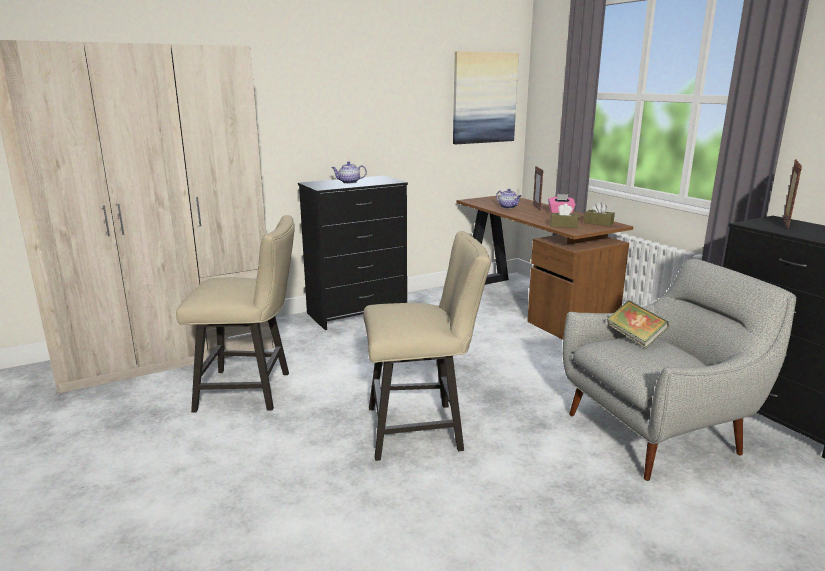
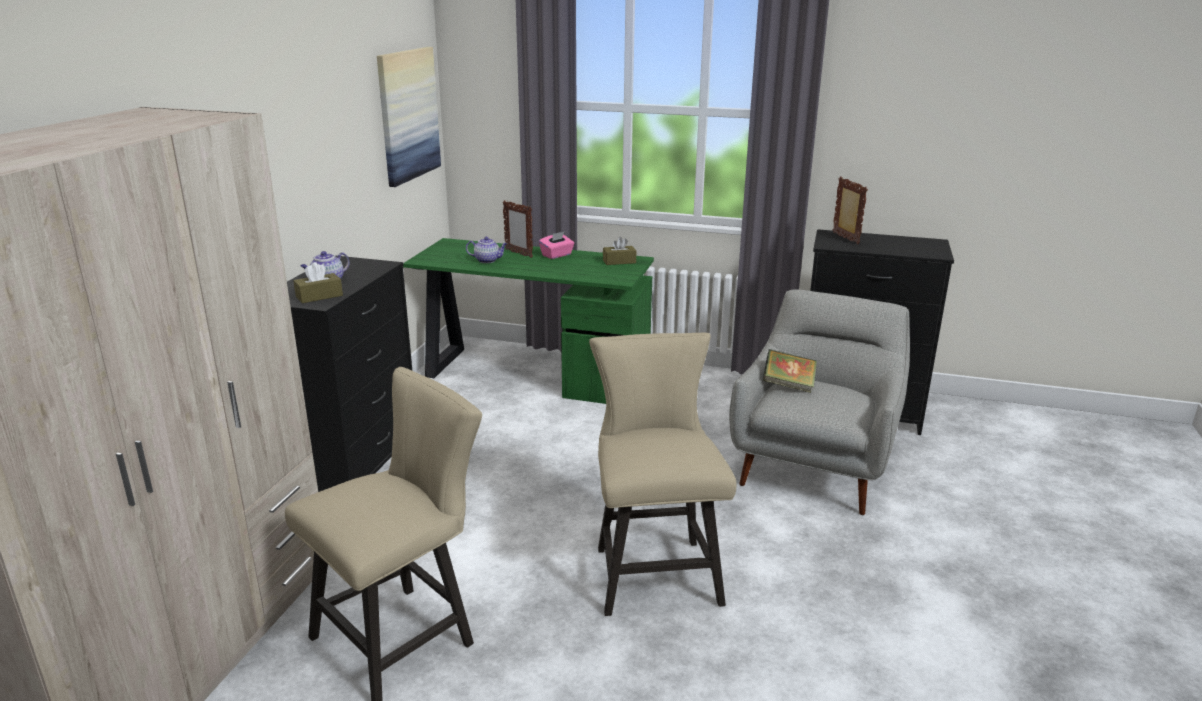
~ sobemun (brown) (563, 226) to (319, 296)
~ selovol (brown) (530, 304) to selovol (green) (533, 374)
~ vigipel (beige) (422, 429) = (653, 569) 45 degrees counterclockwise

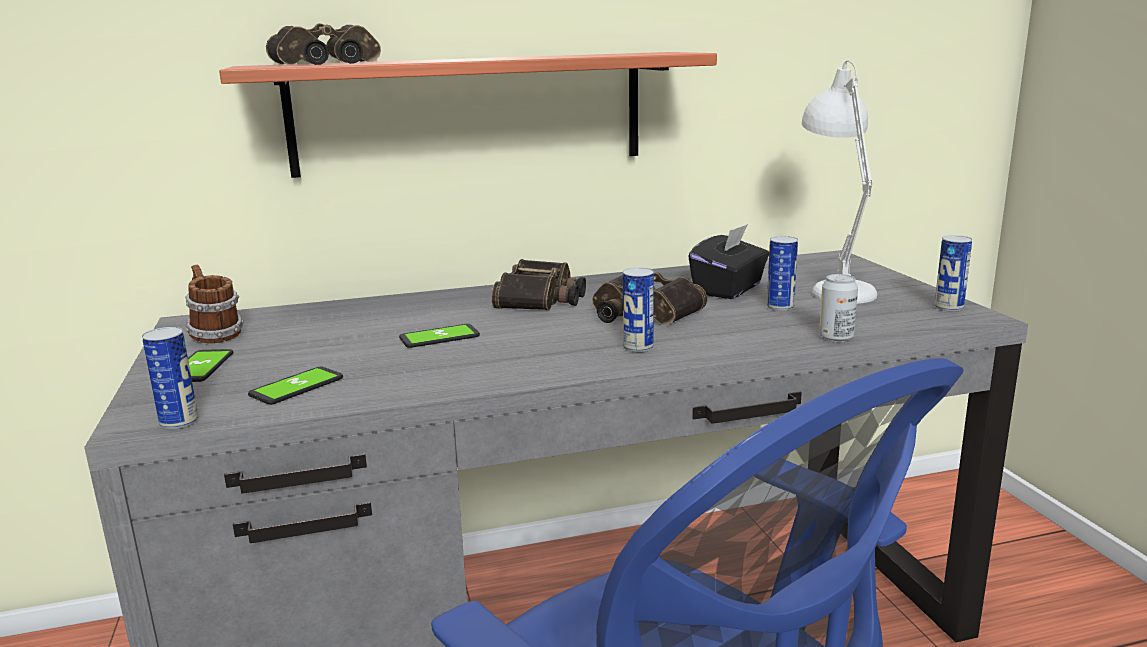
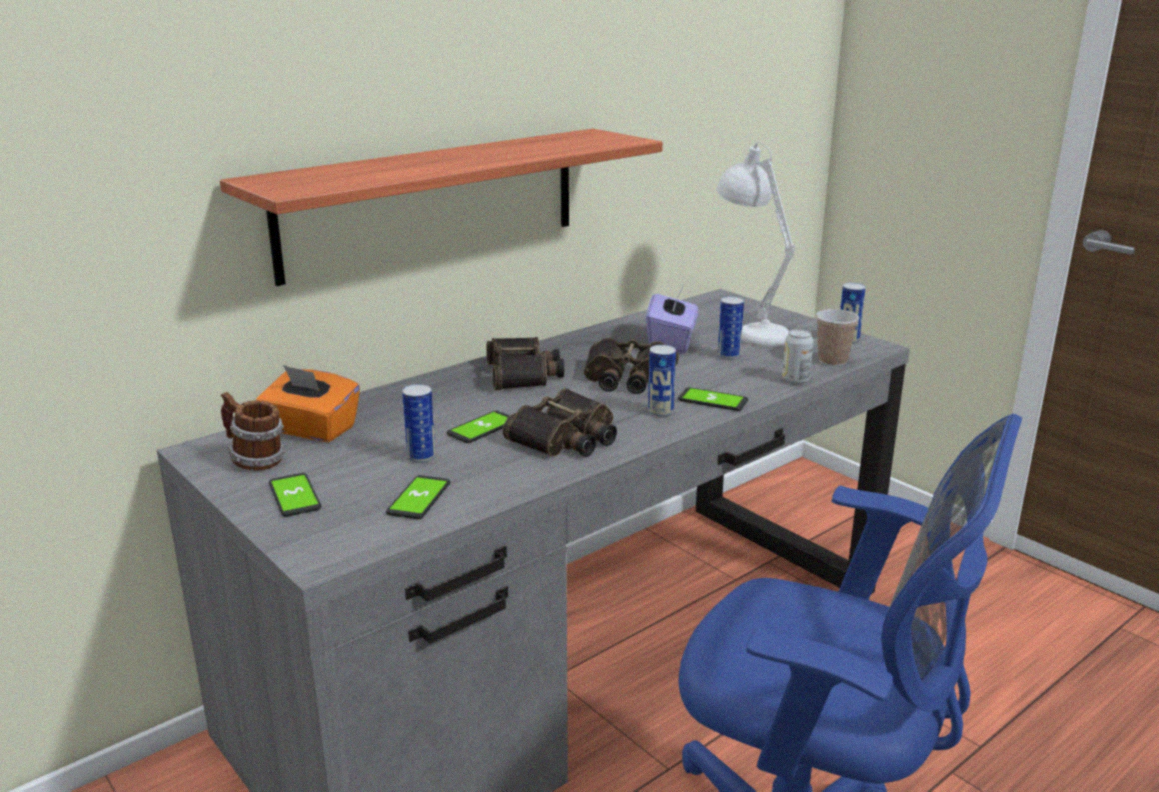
+ sobemun (orange) (311, 430)
~ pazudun (179, 422) to (421, 457)
~ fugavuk (327, 63) to (566, 438)
~ sobemun (black) (729, 289) to sobemun (purple) (671, 343)
+ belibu (712, 400)
+ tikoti (832, 361)

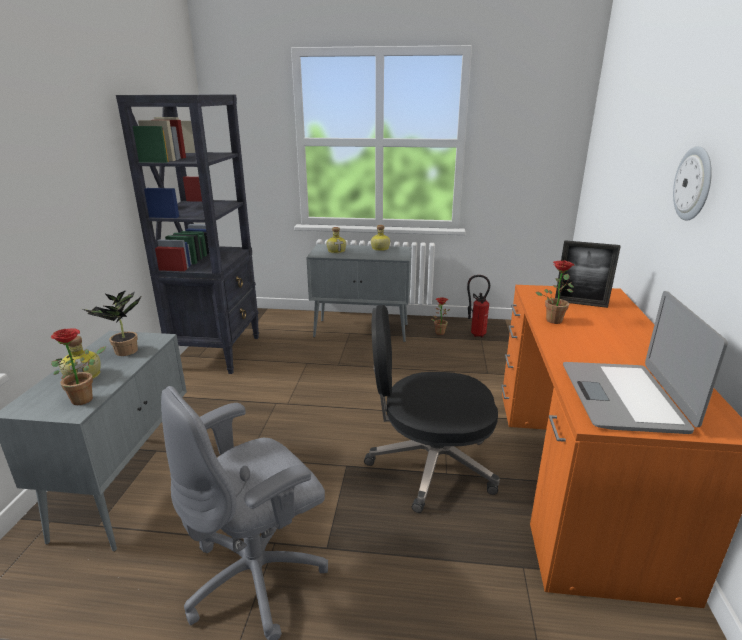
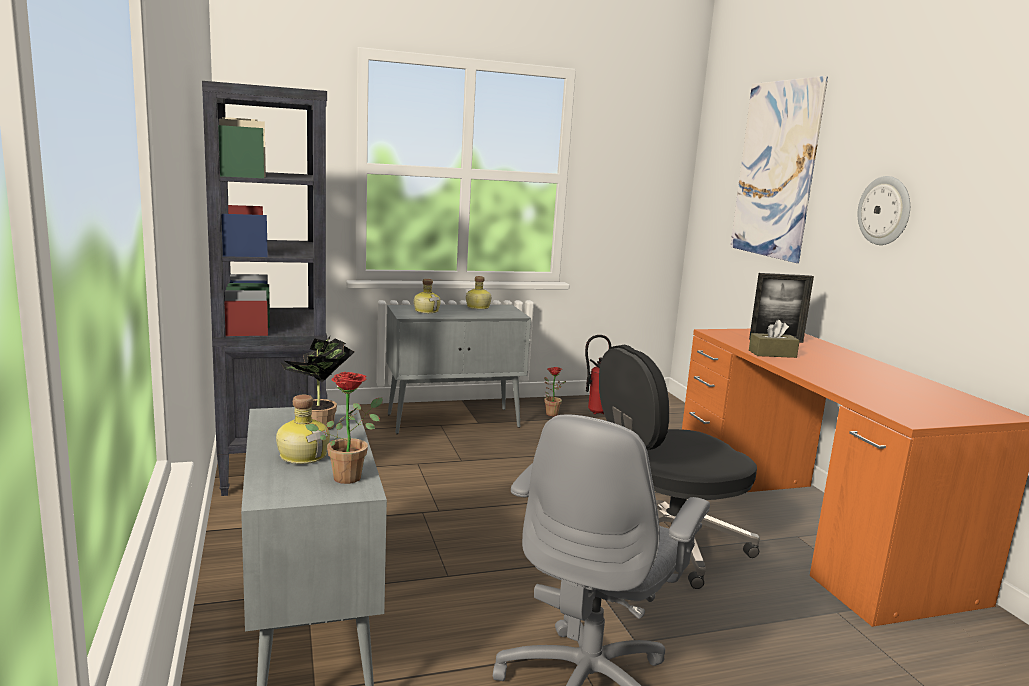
+ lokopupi (775, 169)
~ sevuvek (553, 319) to sobemun (brown) (772, 354)
- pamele (624, 397)

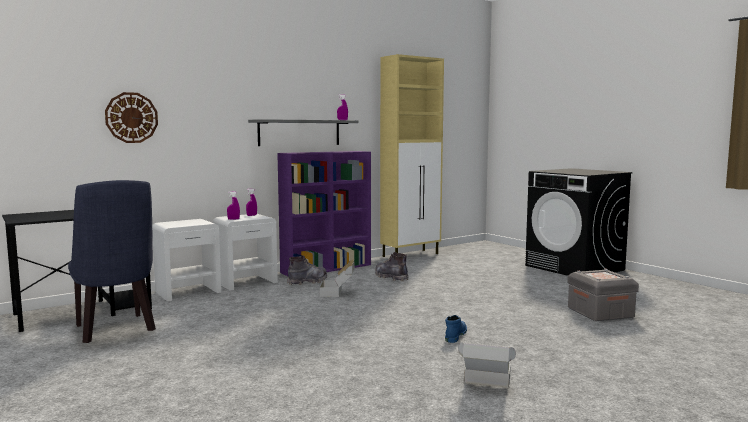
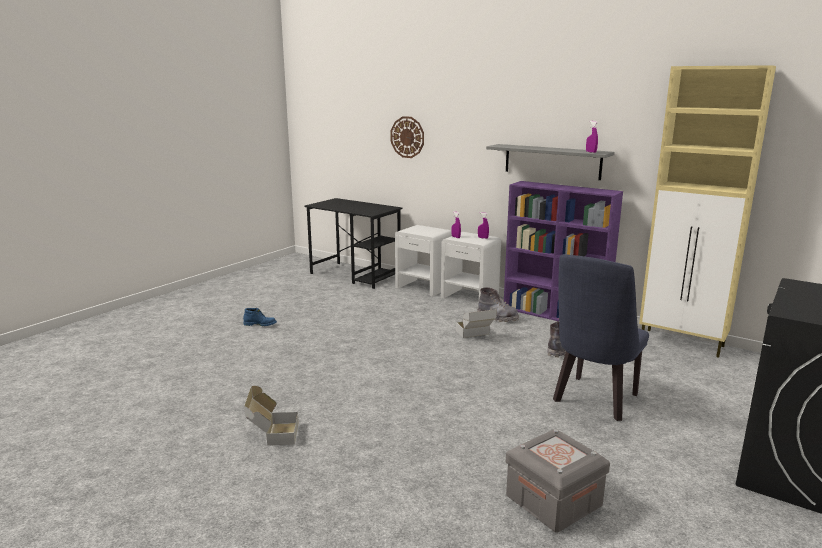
~ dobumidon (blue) (455, 335) to (260, 324)
~ vigipel (blue) (116, 330) to (593, 401)

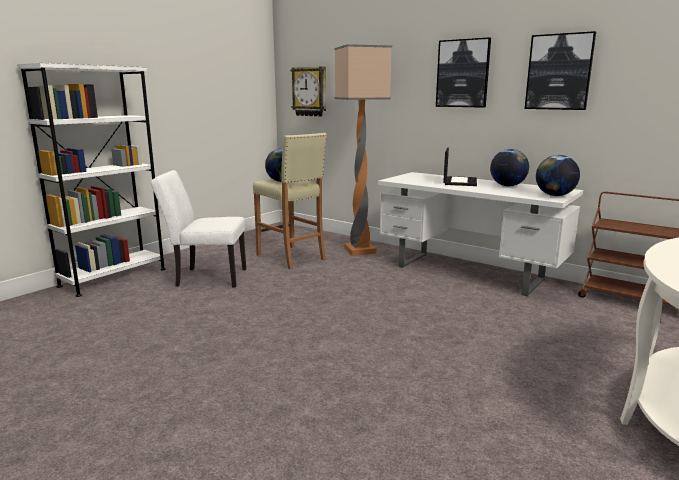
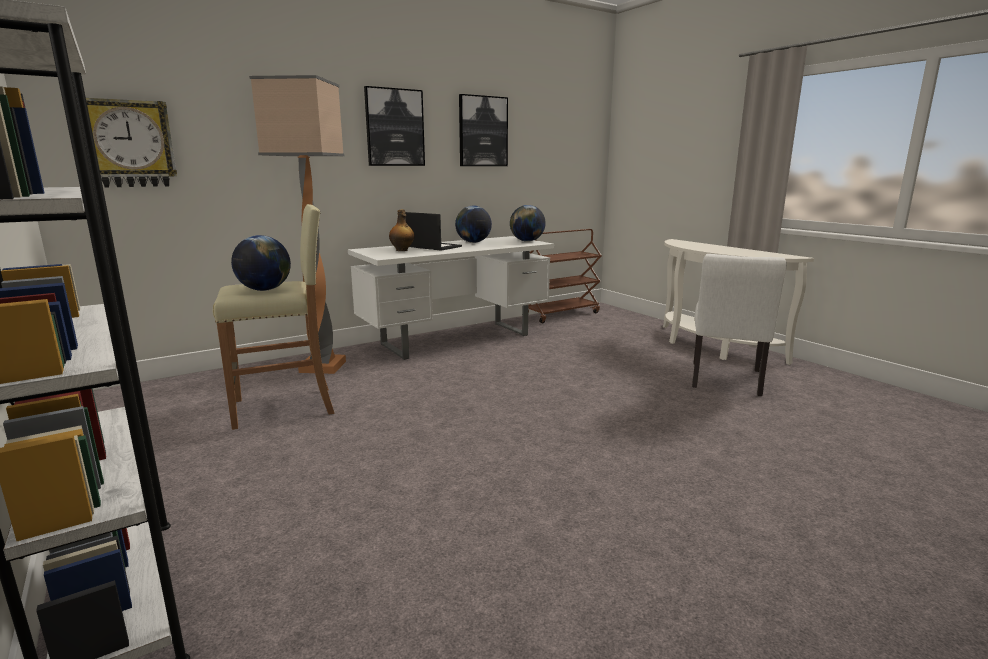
+ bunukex (402, 250)
~ vigipel (white) (206, 277) to (725, 381)

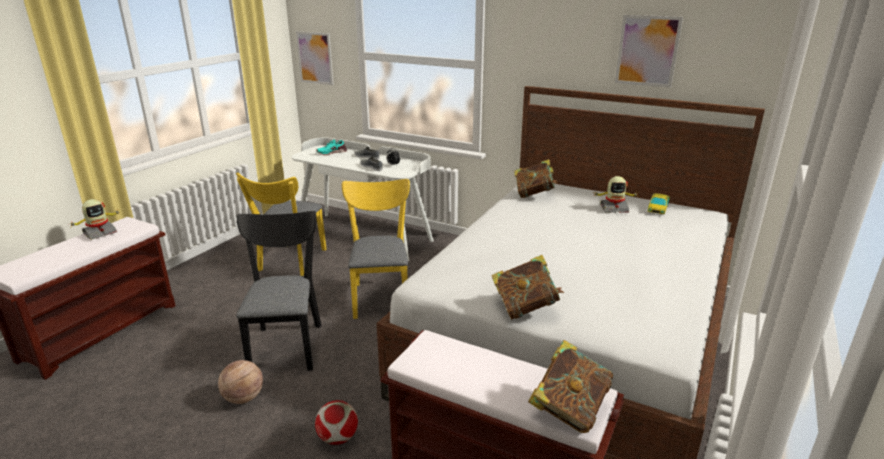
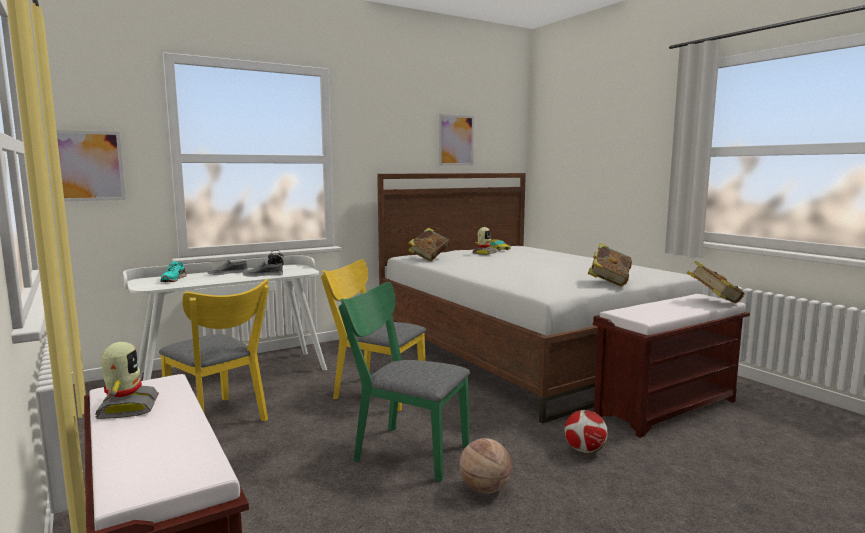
~ vigipel (black) (287, 343) to vigipel (green) (404, 450)

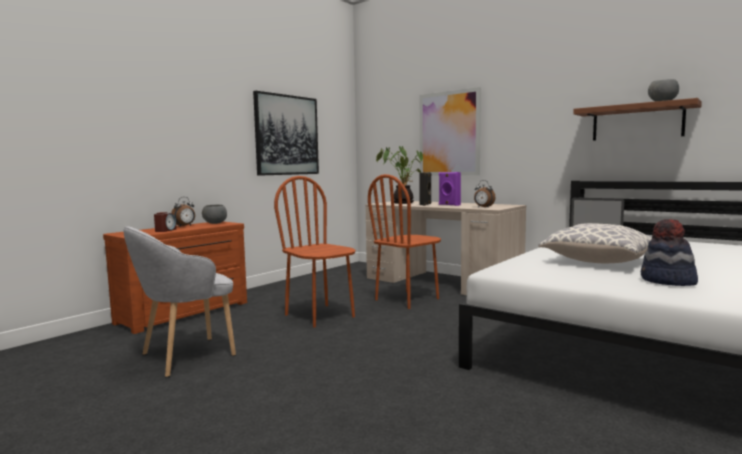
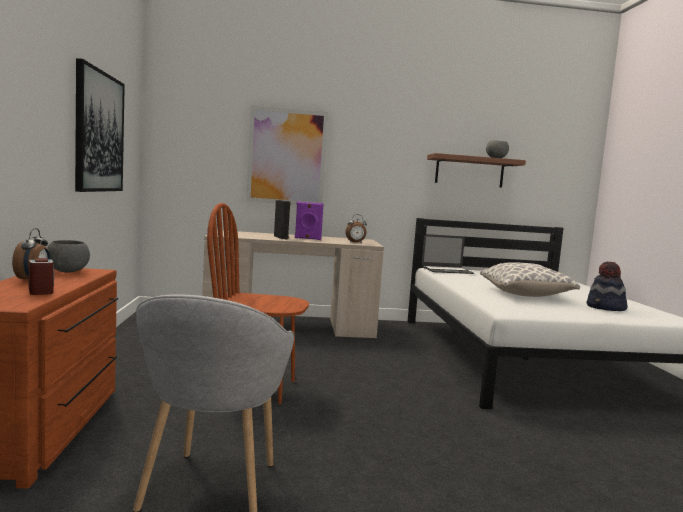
- vigipel (brown) (407, 299)
- sevuvek (402, 202)

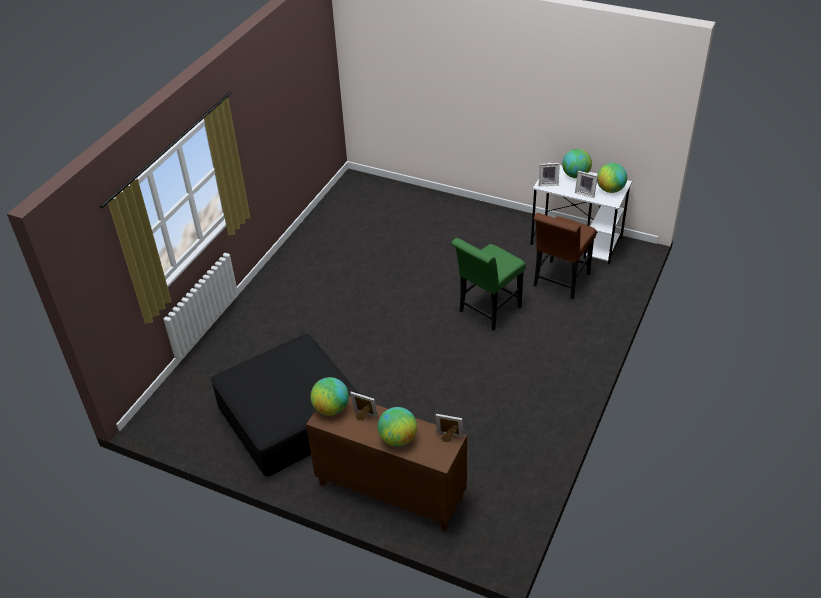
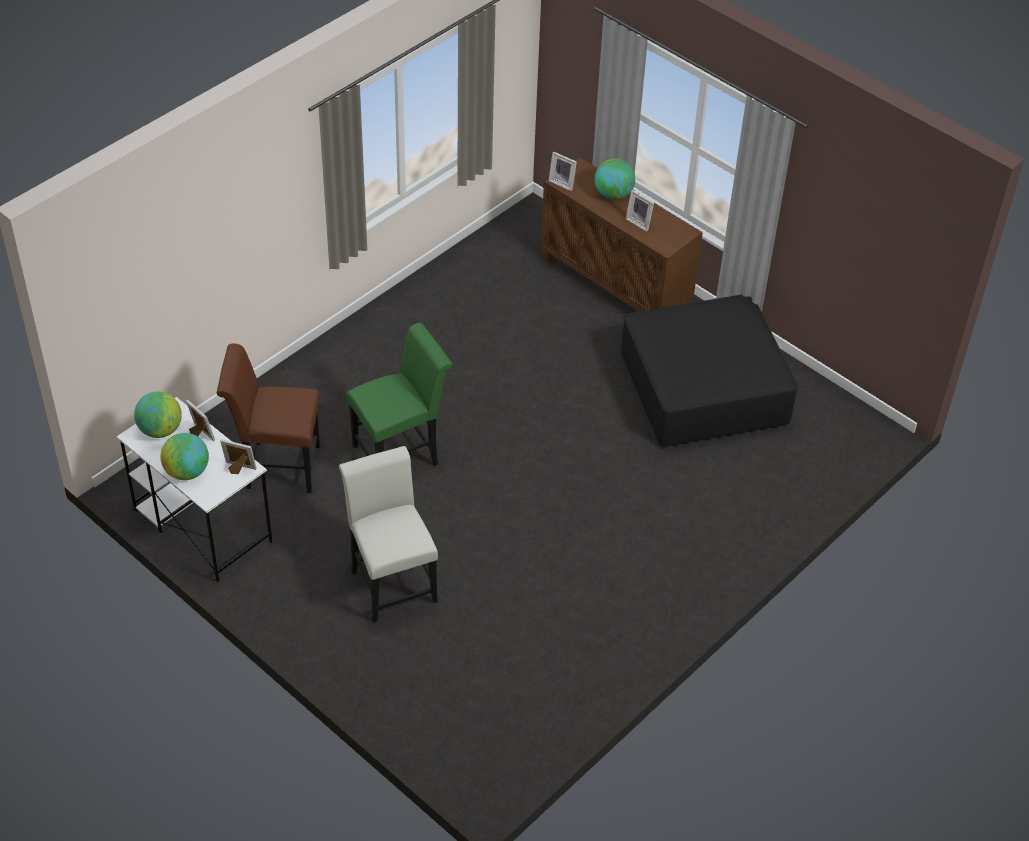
~ vigipel (brown) (559, 282) = (276, 466) 135 degrees counterclockwise
+ vigipel (white) (391, 581)
- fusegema (331, 409)

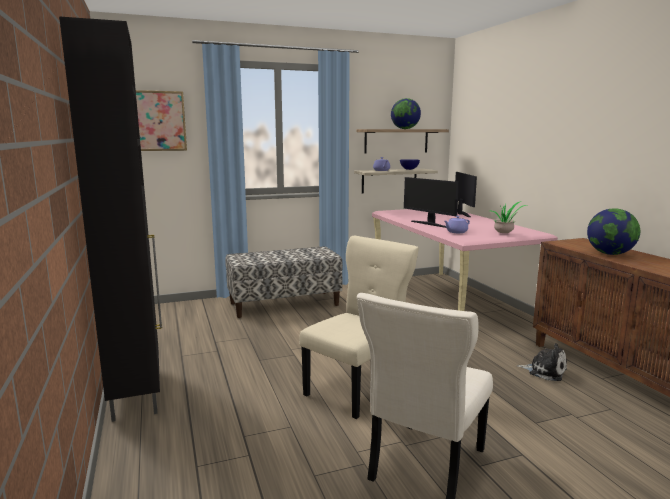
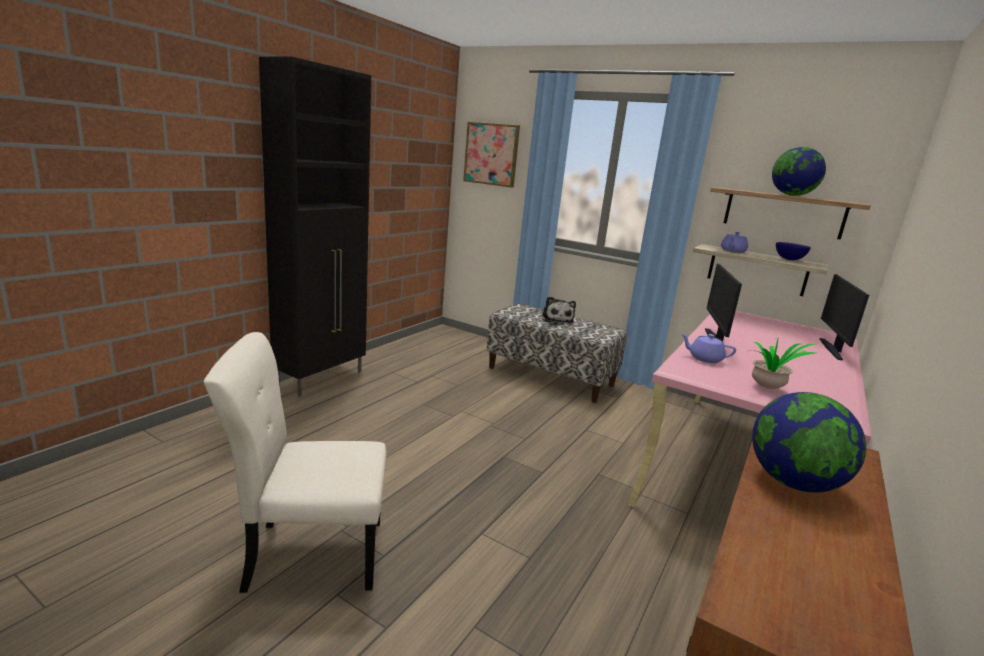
~ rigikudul (544, 371) to (556, 319)
~ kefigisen (461, 214) = (832, 349) 150 degrees clockwise
- vigipel (beige) (358, 388)

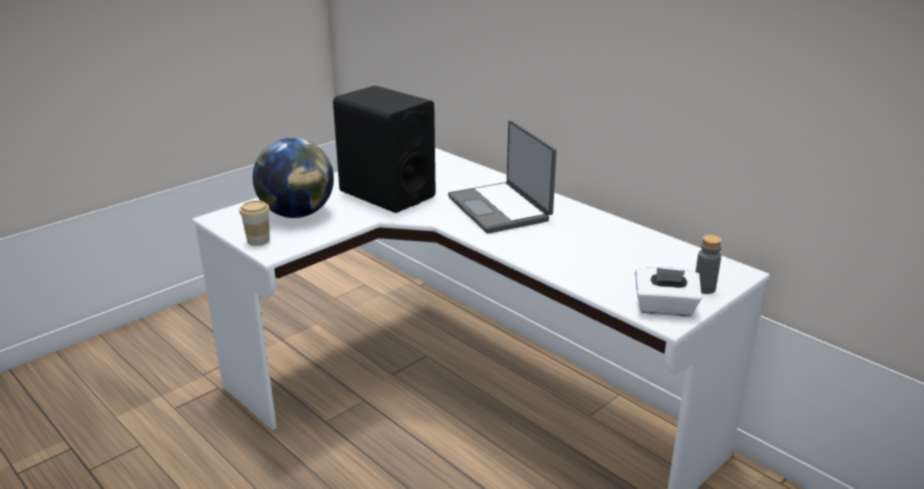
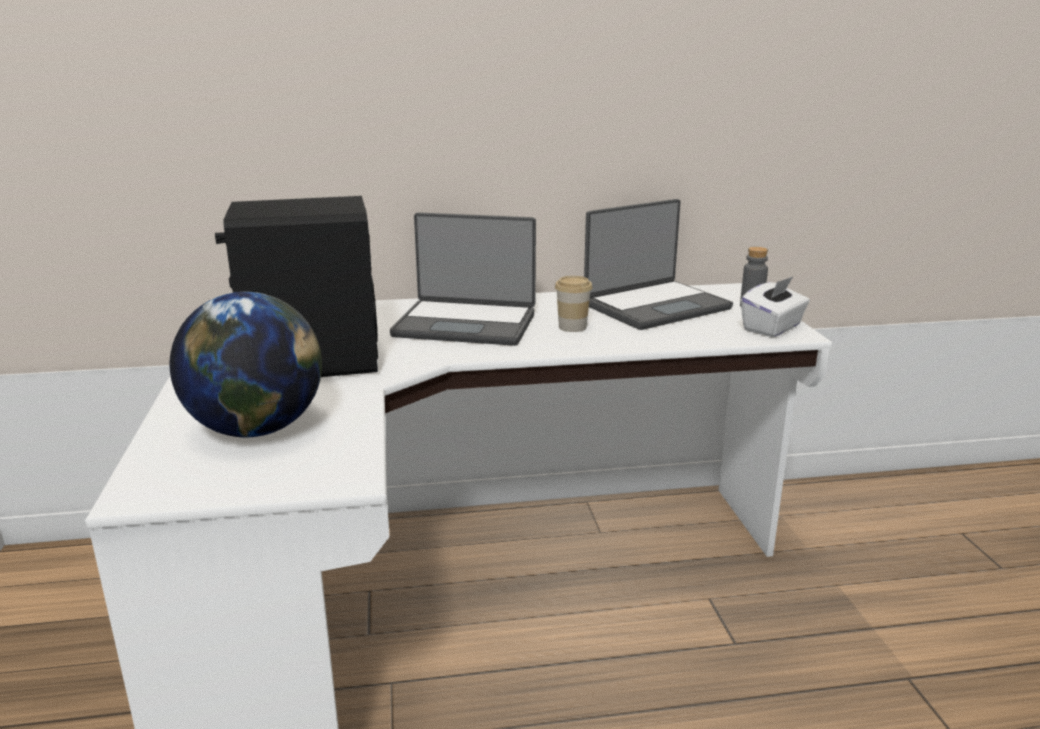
~ tikoti (258, 240) to (572, 327)
+ pamele (655, 306)

